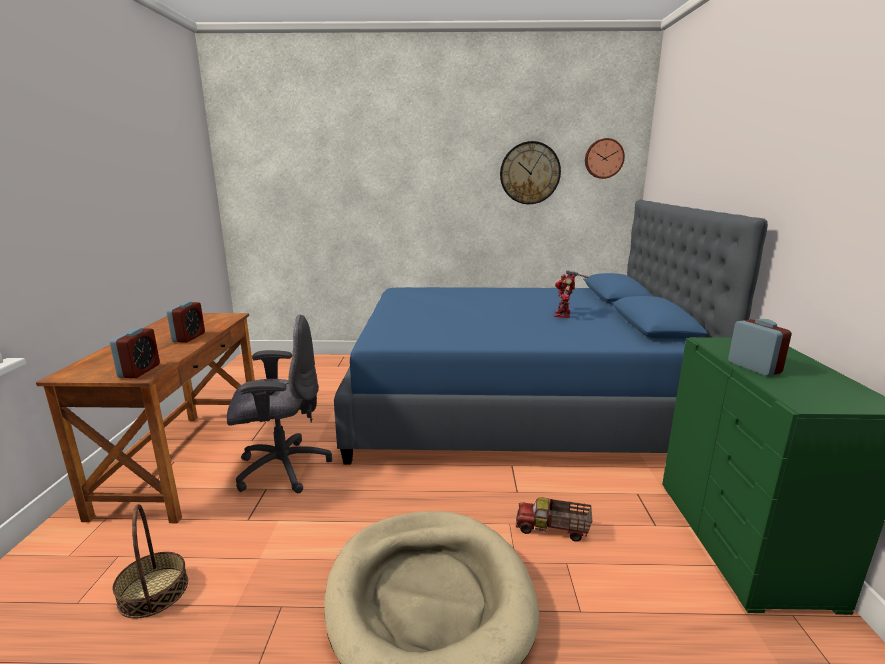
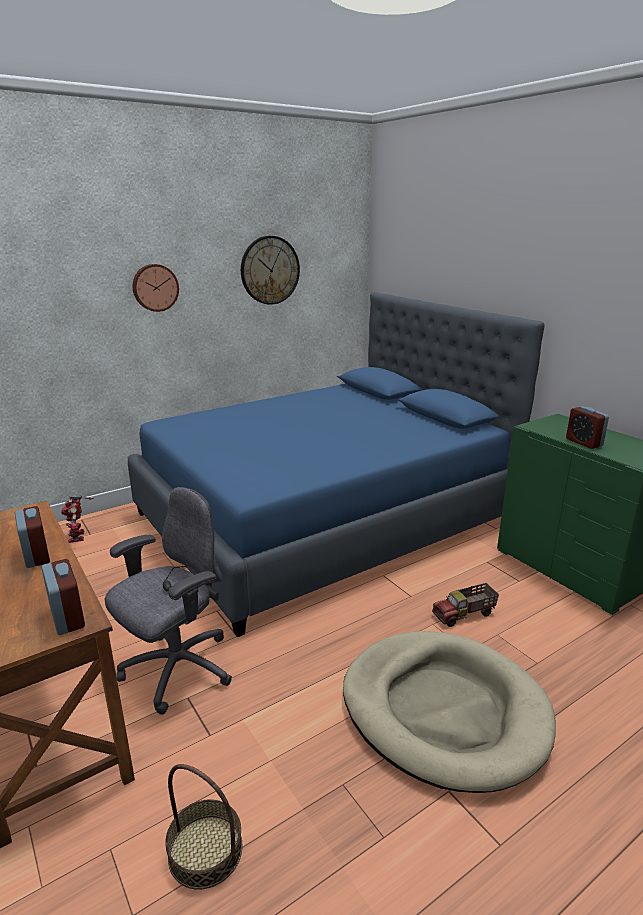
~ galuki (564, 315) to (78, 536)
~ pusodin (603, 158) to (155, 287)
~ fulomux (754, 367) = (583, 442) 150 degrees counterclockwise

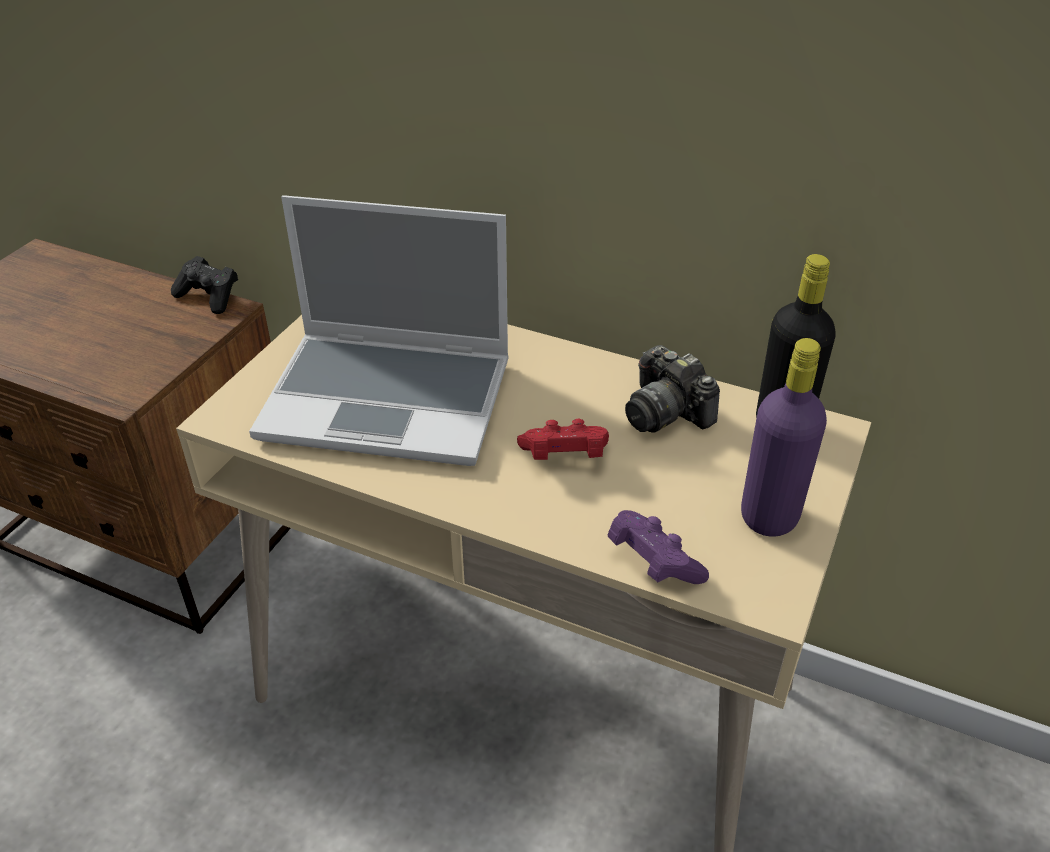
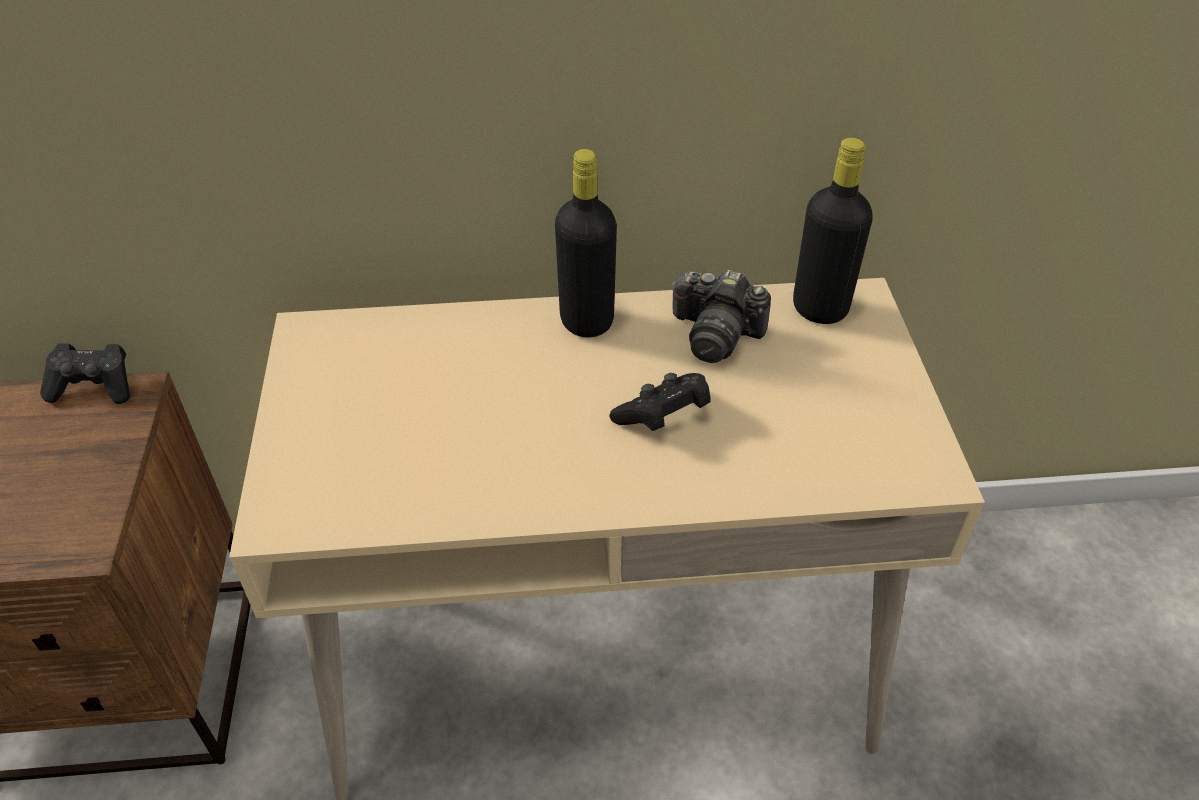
+ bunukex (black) (586, 321)
~ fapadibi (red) (564, 457) to fapadibi (black) (662, 416)
- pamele (391, 399)
- fapadibi (purple) (652, 563)
- bunukex (purple) (769, 516)

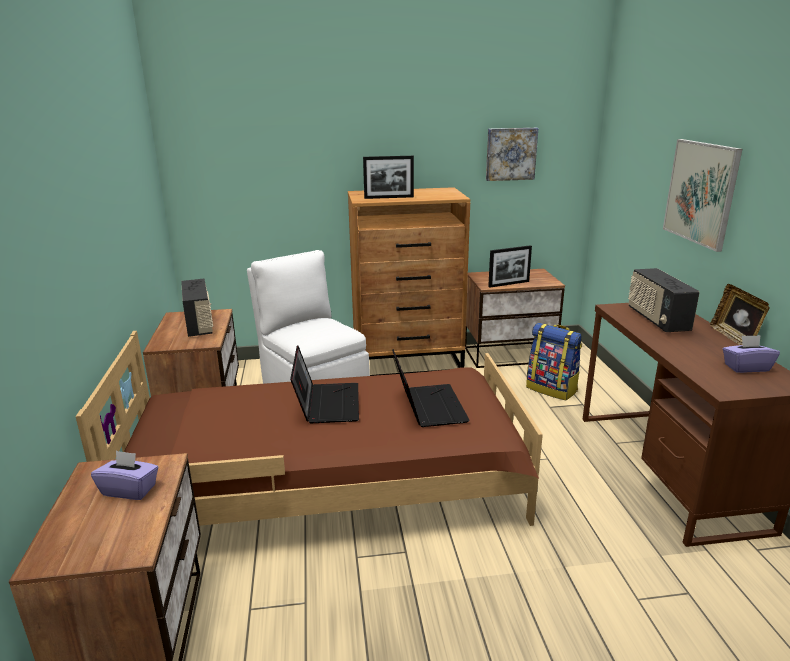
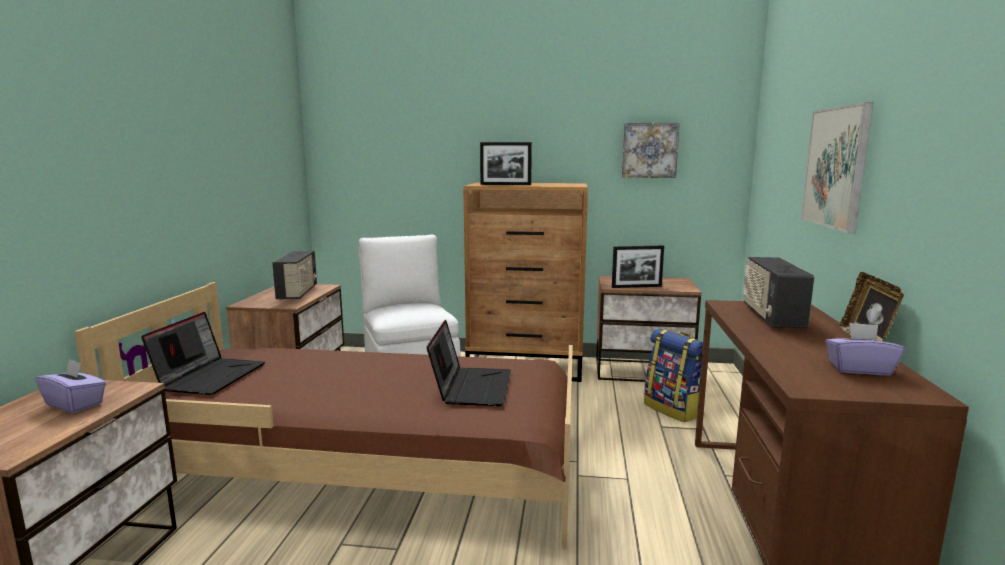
~ pamele (327, 403) to (210, 376)

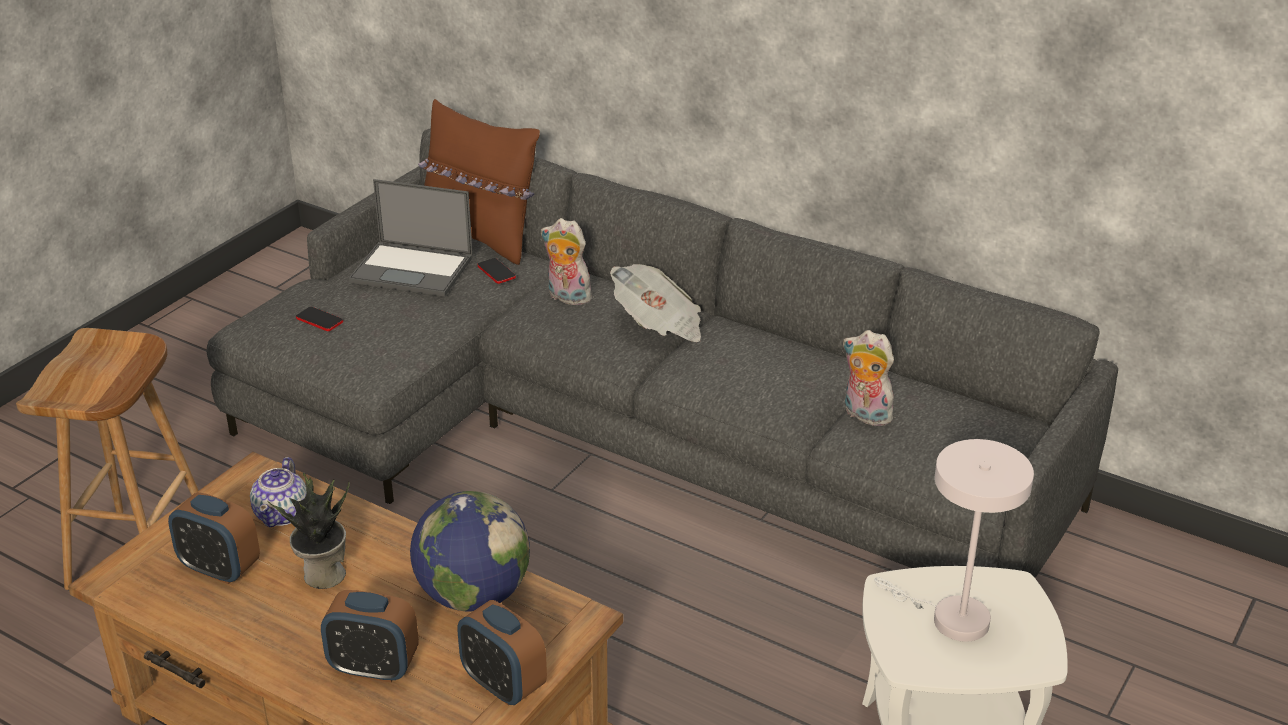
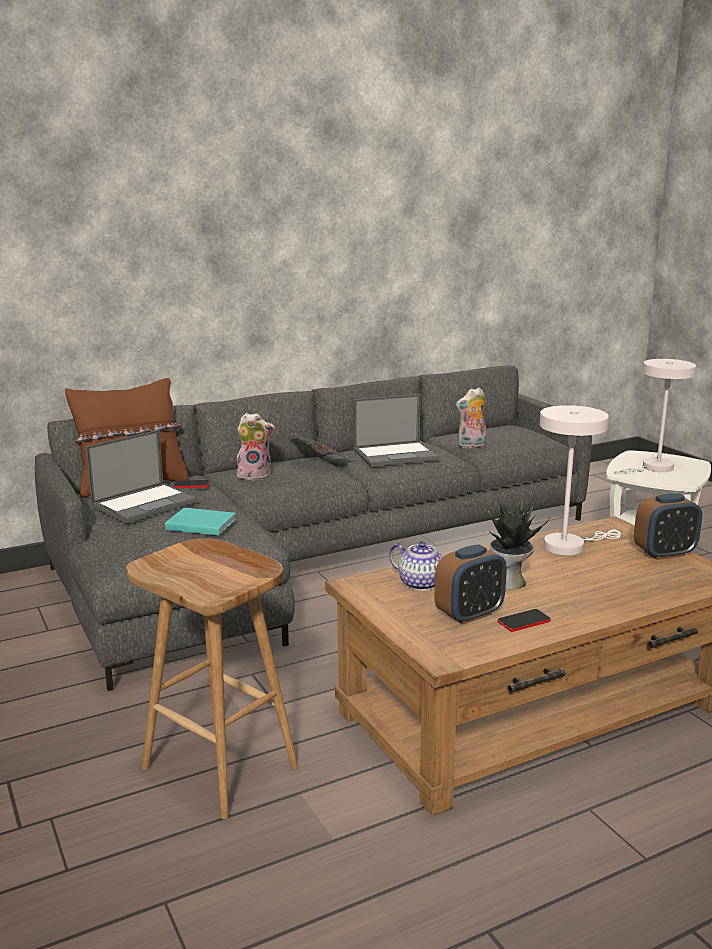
+ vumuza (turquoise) (200, 524)
~ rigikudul (566, 297) = (255, 475) 150 degrees counterclockwise
+ pamele (396, 454)
~ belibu (319, 320) to (524, 621)
~ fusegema (473, 595) to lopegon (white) (569, 546)
- fulomux (374, 668)

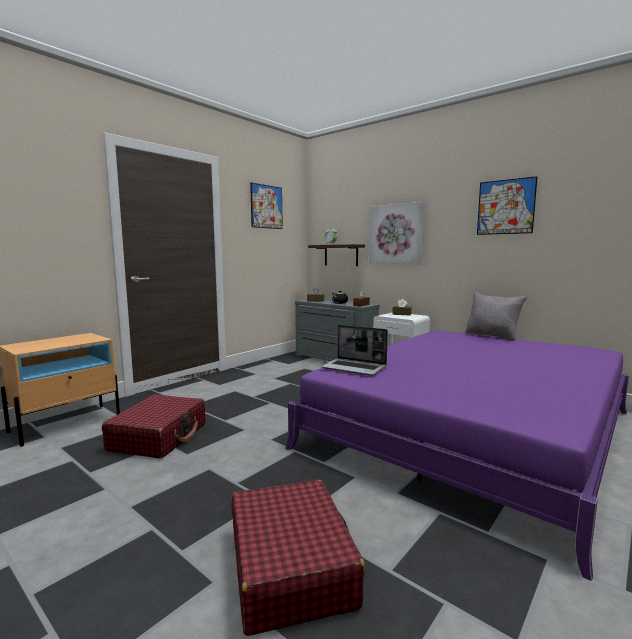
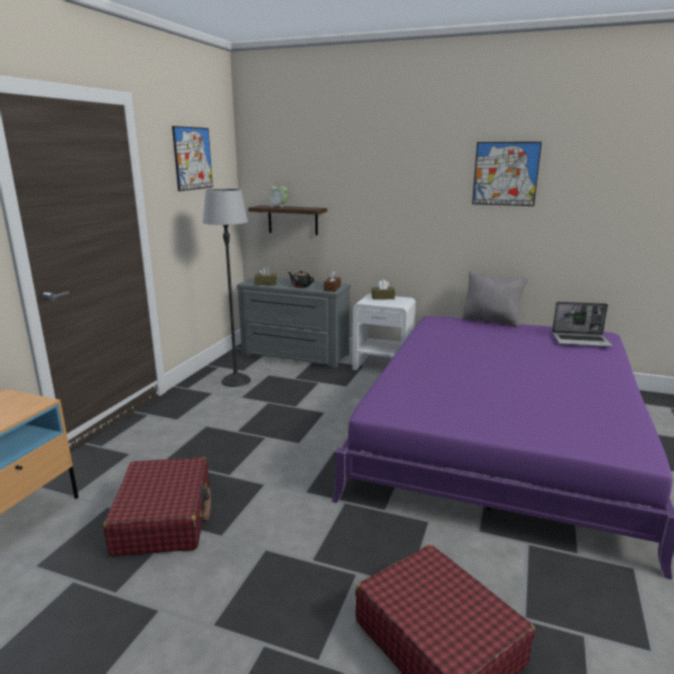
+ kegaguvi (236, 380)
~ pamele (355, 368) to (581, 341)
- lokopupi (396, 234)

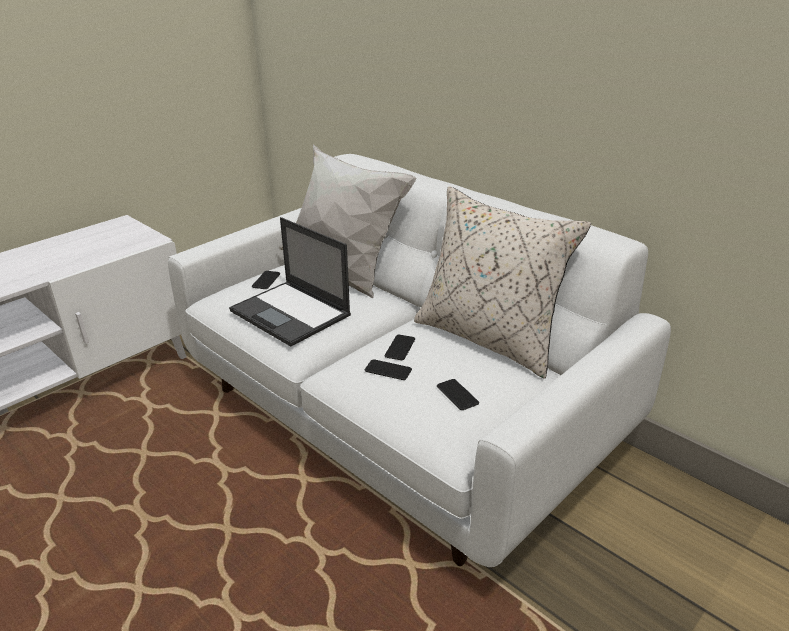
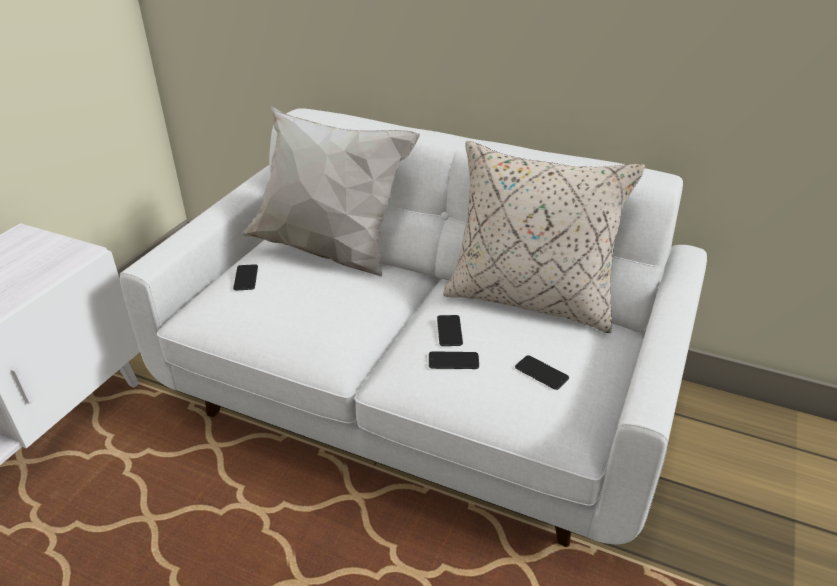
- pamele (291, 313)

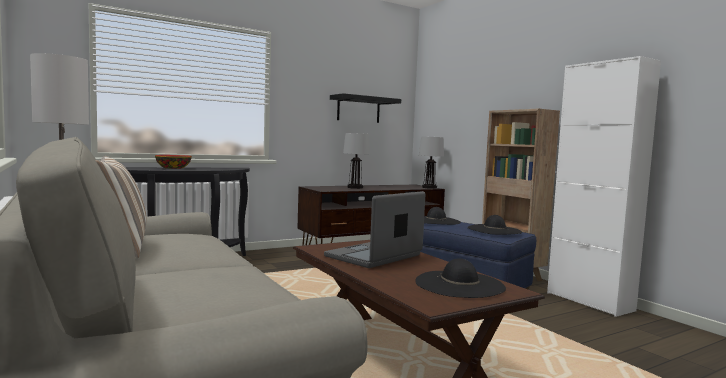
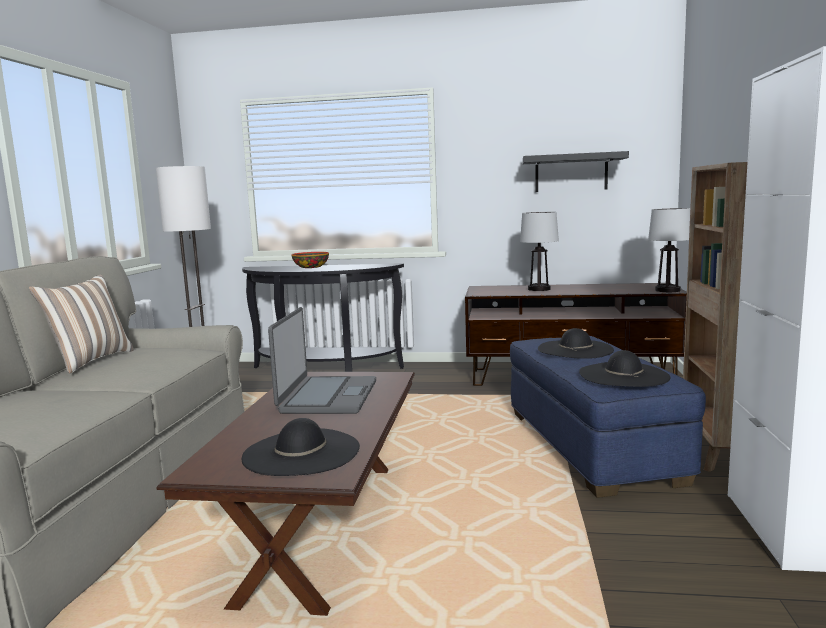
~ pamele (374, 256) = (327, 397) 105 degrees clockwise

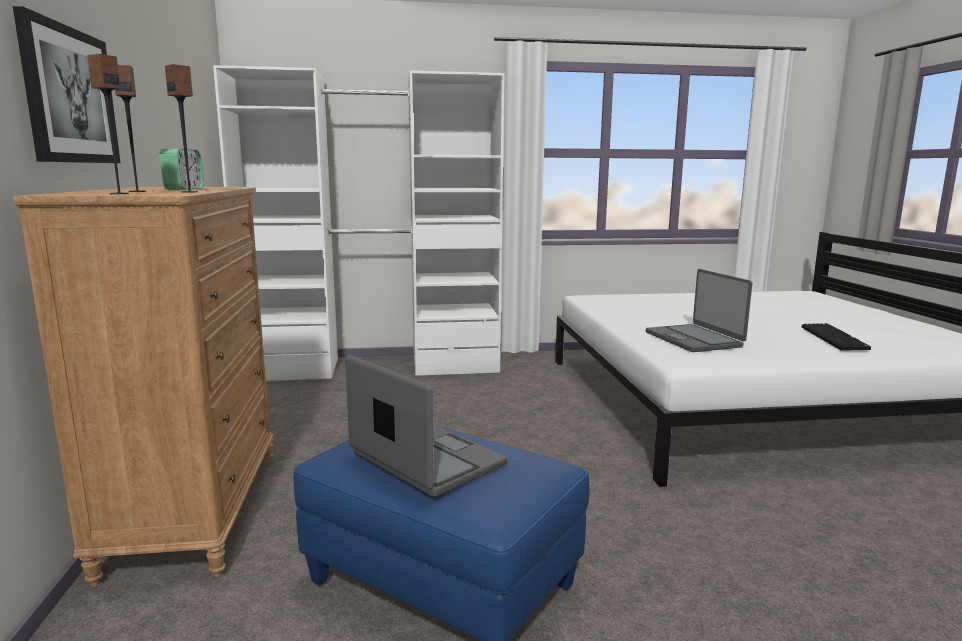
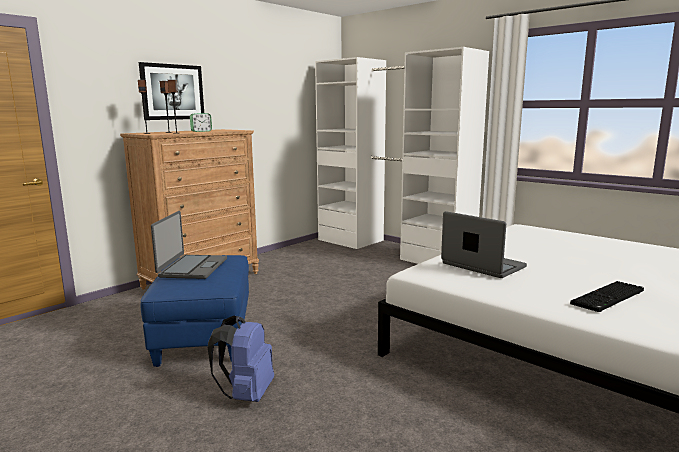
+ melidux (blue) (246, 394)
~ pamele (694, 339) = (482, 265) 105 degrees clockwise

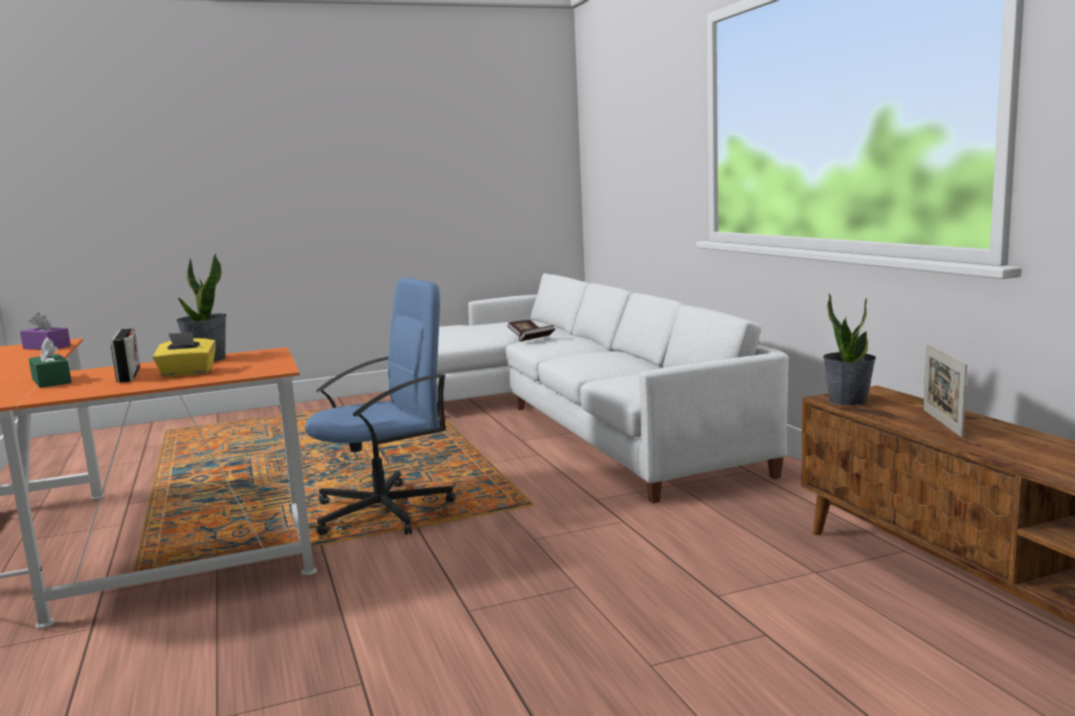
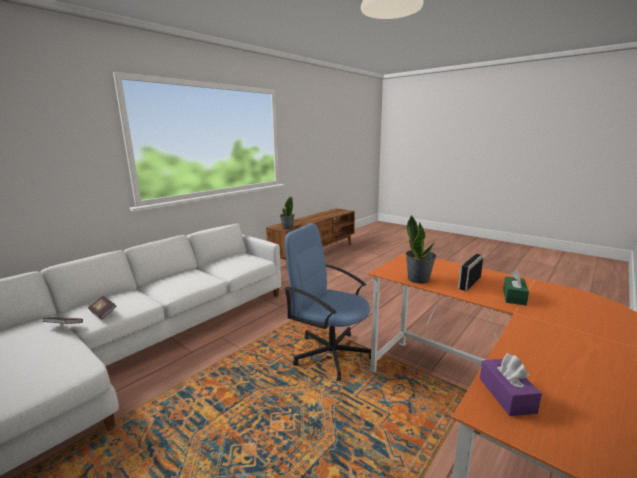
- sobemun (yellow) (187, 373)
- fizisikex (942, 423)

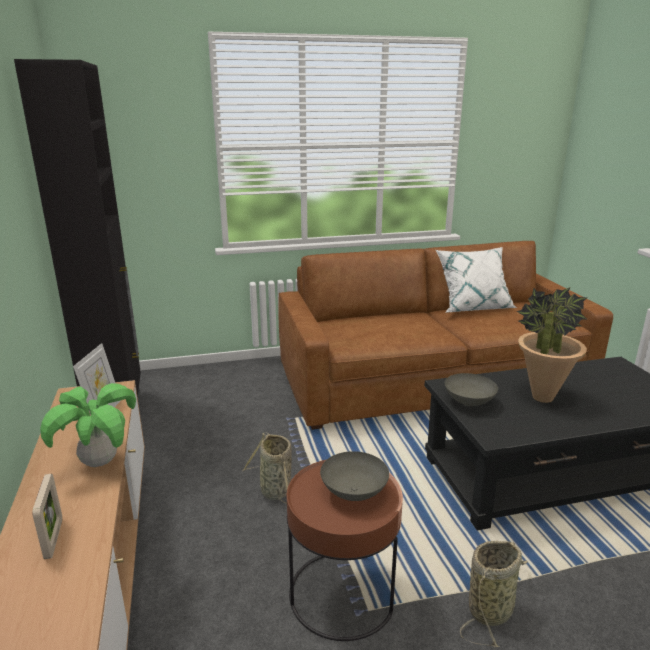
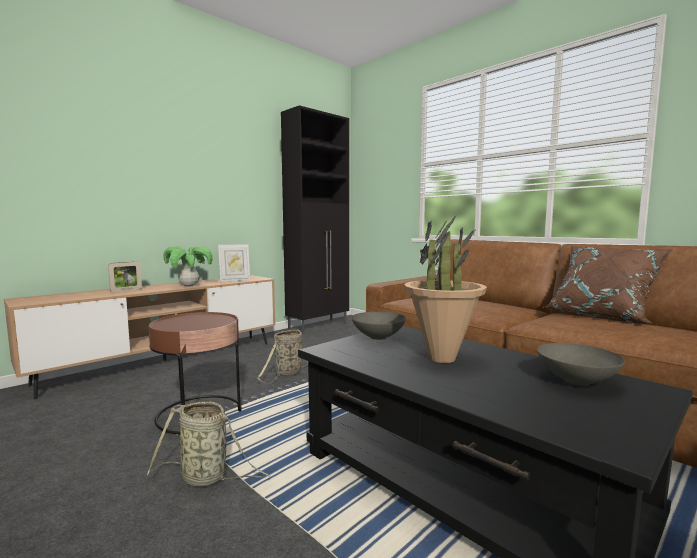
~ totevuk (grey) (353, 493) to (575, 381)
~ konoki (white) (473, 307) to konoki (brown) (601, 316)

